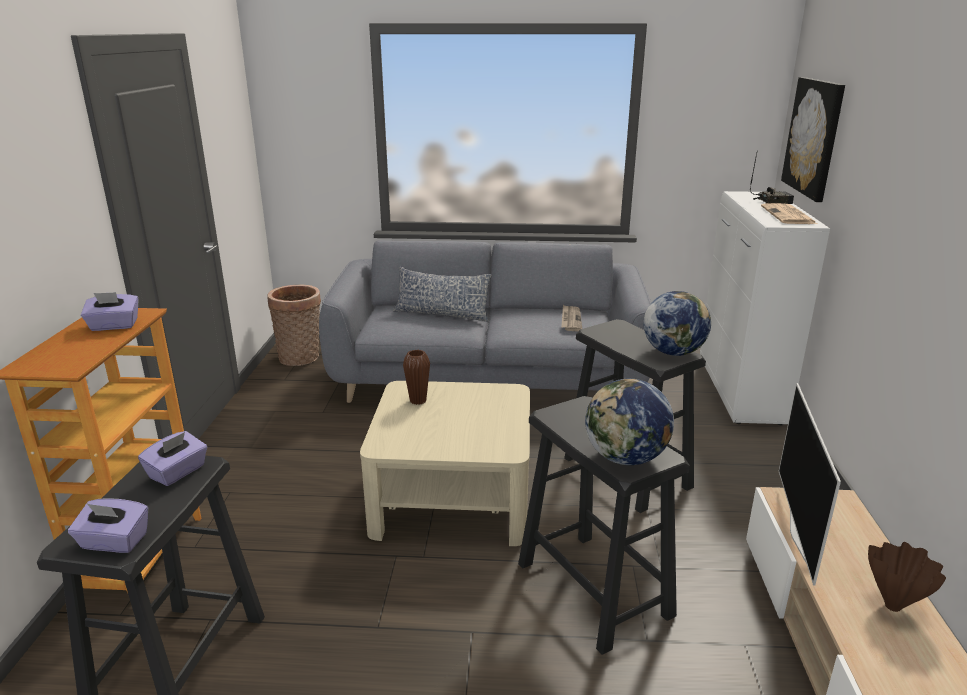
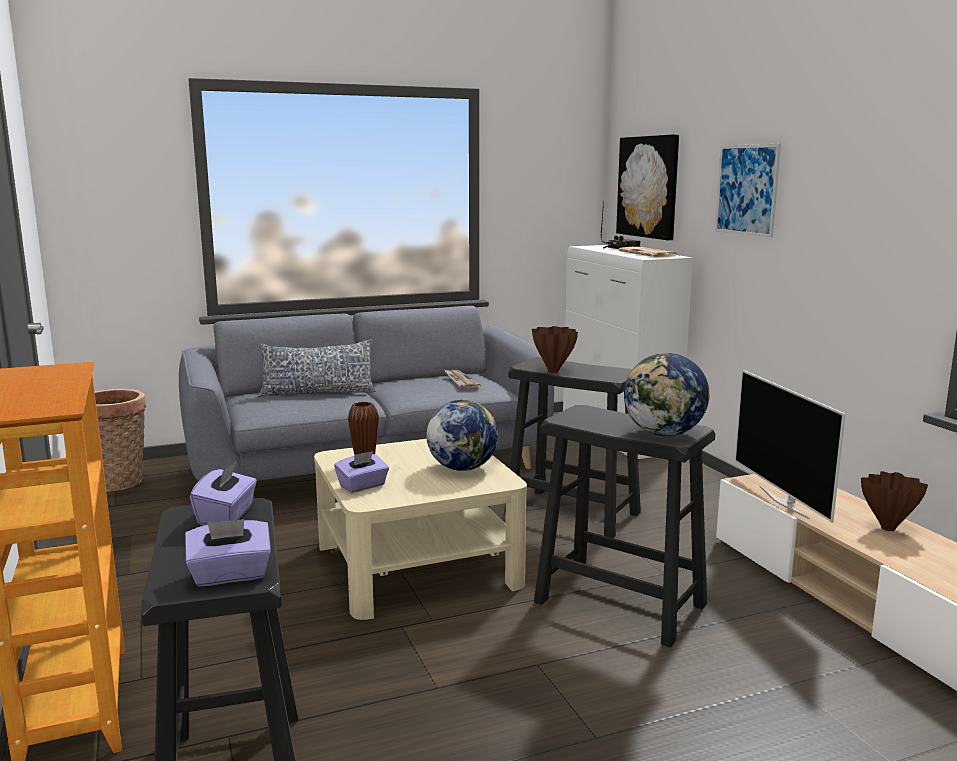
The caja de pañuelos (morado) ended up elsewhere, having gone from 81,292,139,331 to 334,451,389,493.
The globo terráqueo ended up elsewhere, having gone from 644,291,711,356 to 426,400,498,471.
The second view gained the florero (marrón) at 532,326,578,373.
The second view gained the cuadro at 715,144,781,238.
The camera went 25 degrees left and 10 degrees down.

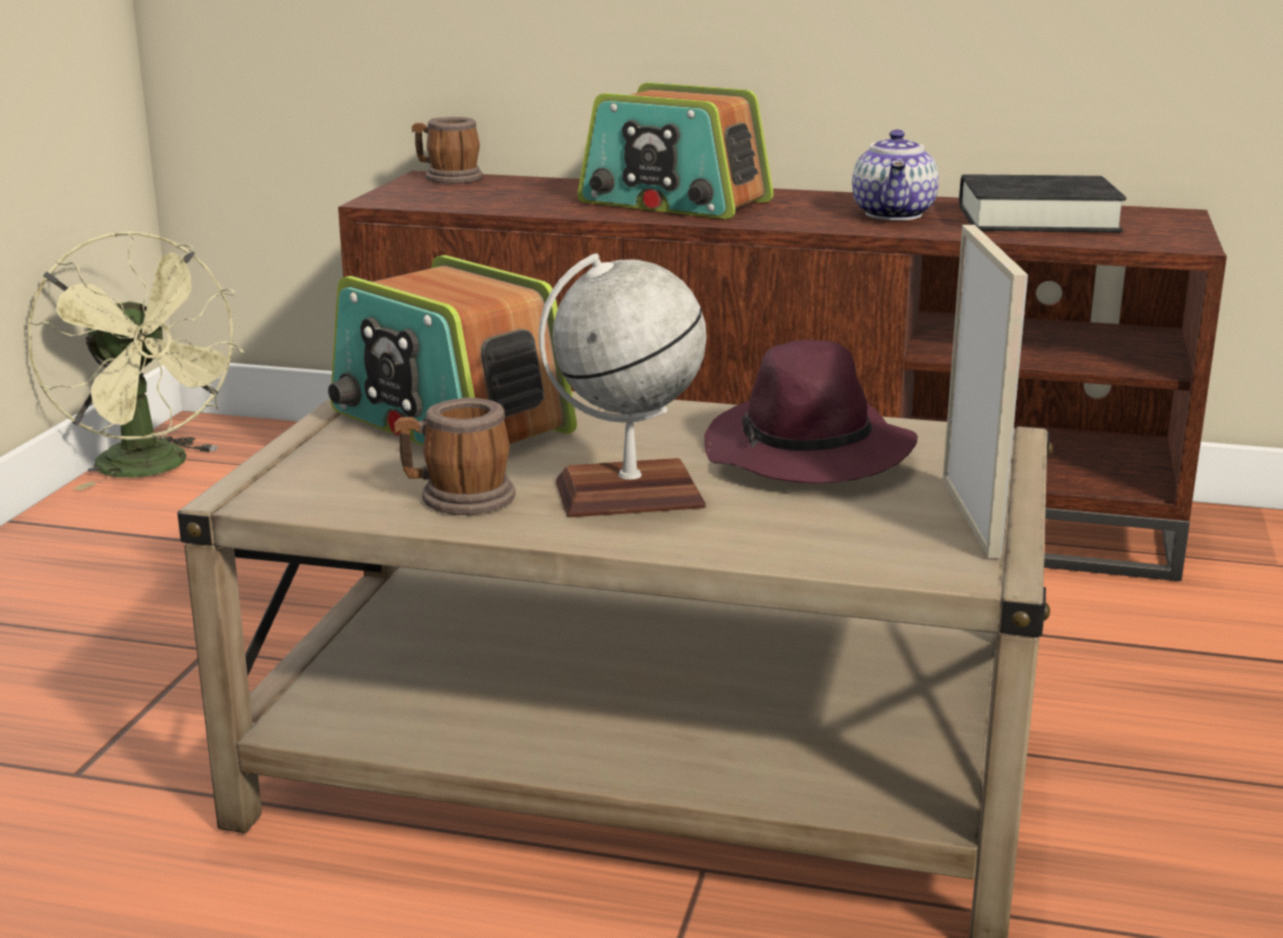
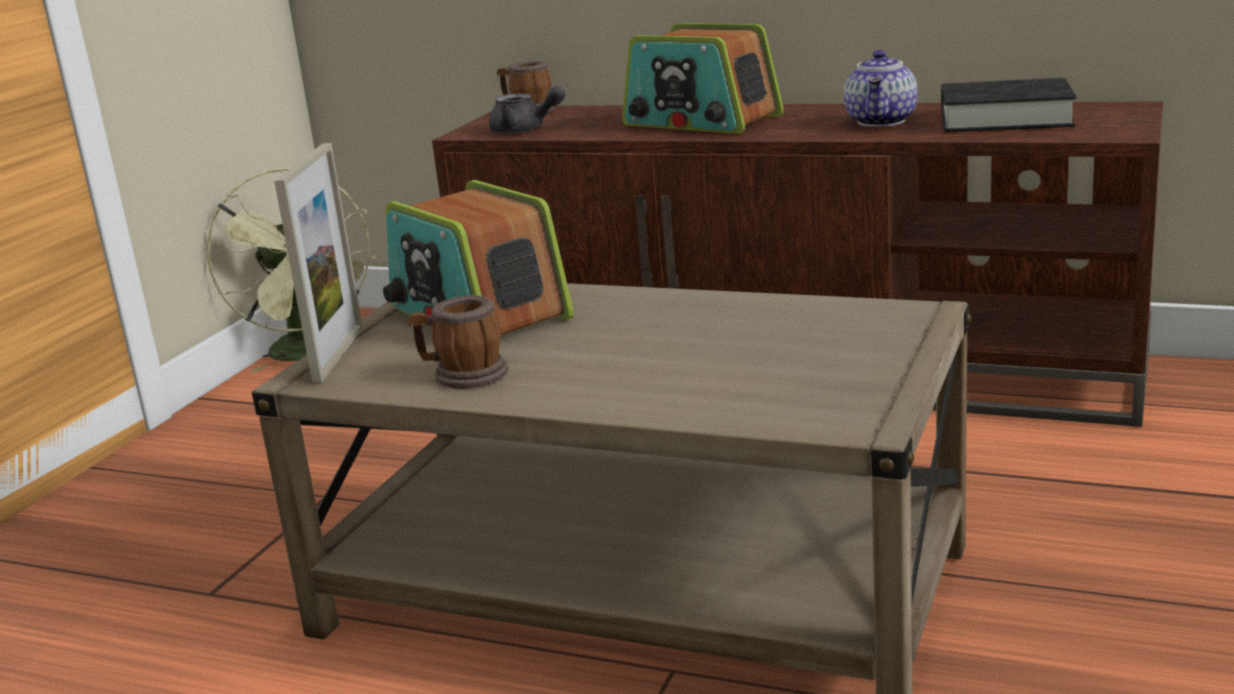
The portarretratos ended up elsewhere, having gone from 943,225,1028,558 to 274,143,363,383.
The second view gained the tetera (gris) at 489,86,565,134.
The second view lost the globo terráqueo at 539,253,707,517.
The second view lost the sombrero (morado) at 704,340,918,484.
The camera went 10 degrees right and 0 degrees up.

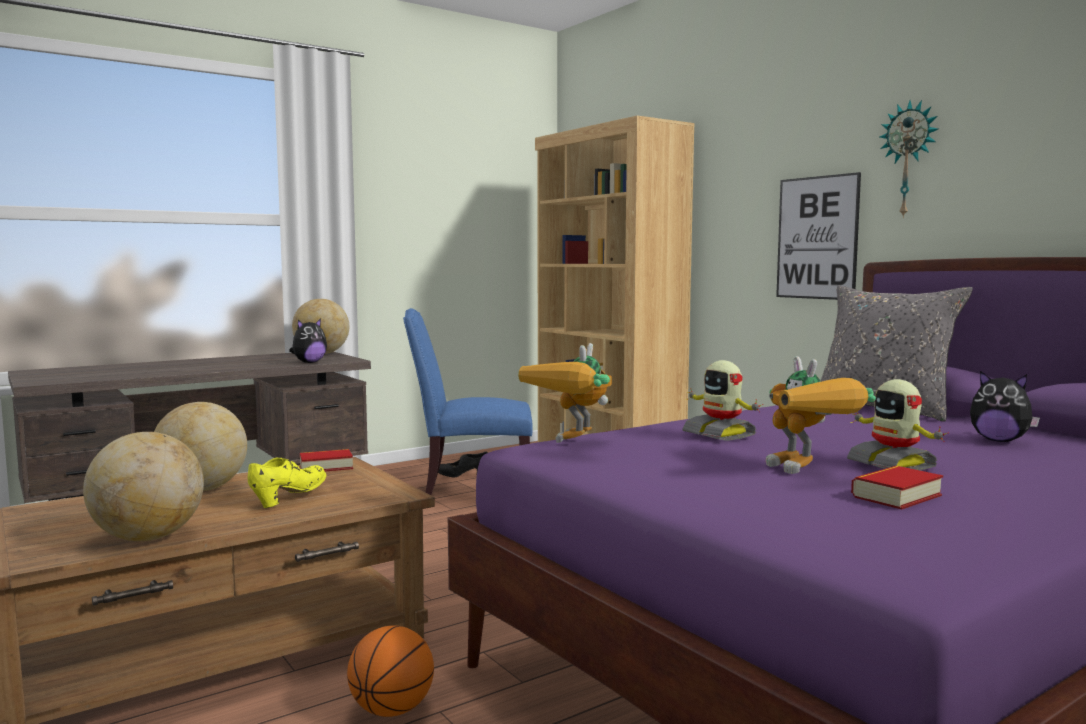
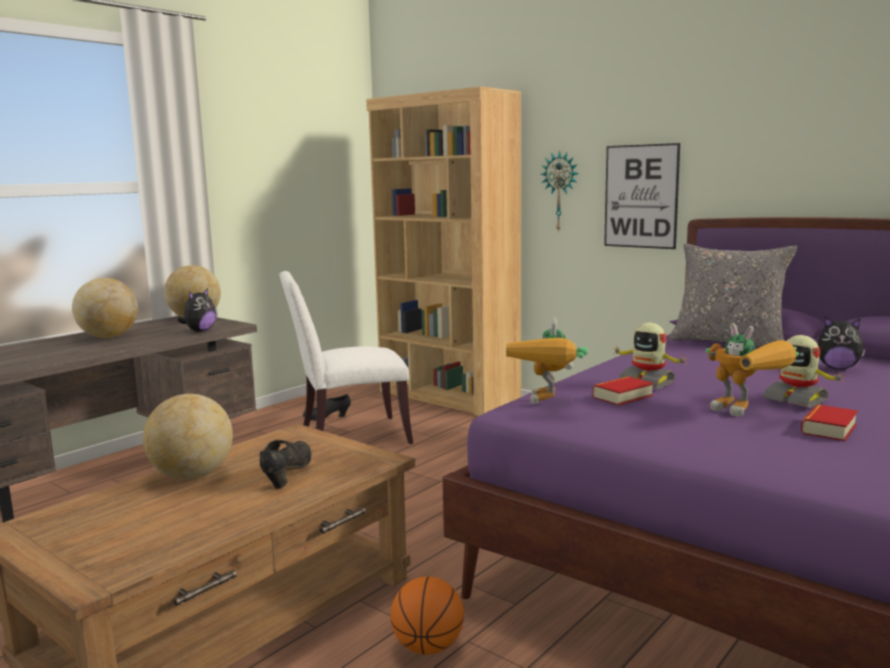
The globo terráqueo ended up elsewhere, having gone from 83,432,204,541 to 72,278,138,338.
What was the zapato (amarillo) at 247,457,326,508 turned into the zapato (negro) at 260,440,311,489.
What was the silla (azul) at 403,308,533,495 turned into the silla (blanco) at 279,271,413,444.
The reloj de pared ended up elsewhere, having gone from 879,100,938,218 to 541,150,579,233.
The libro ended up elsewhere, having gone from 300,449,353,471 to 592,376,654,406.
The camera went 15 degrees left and 5 degrees up.

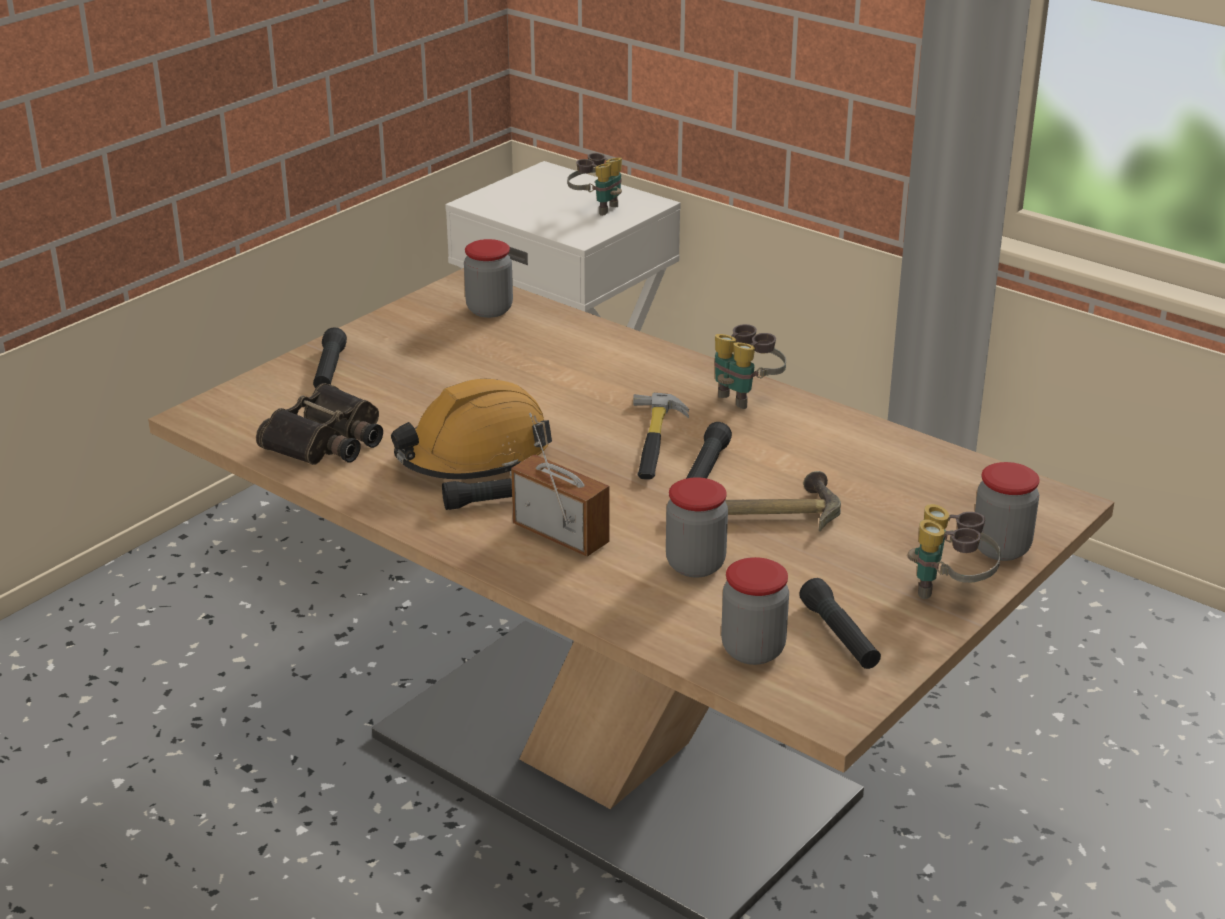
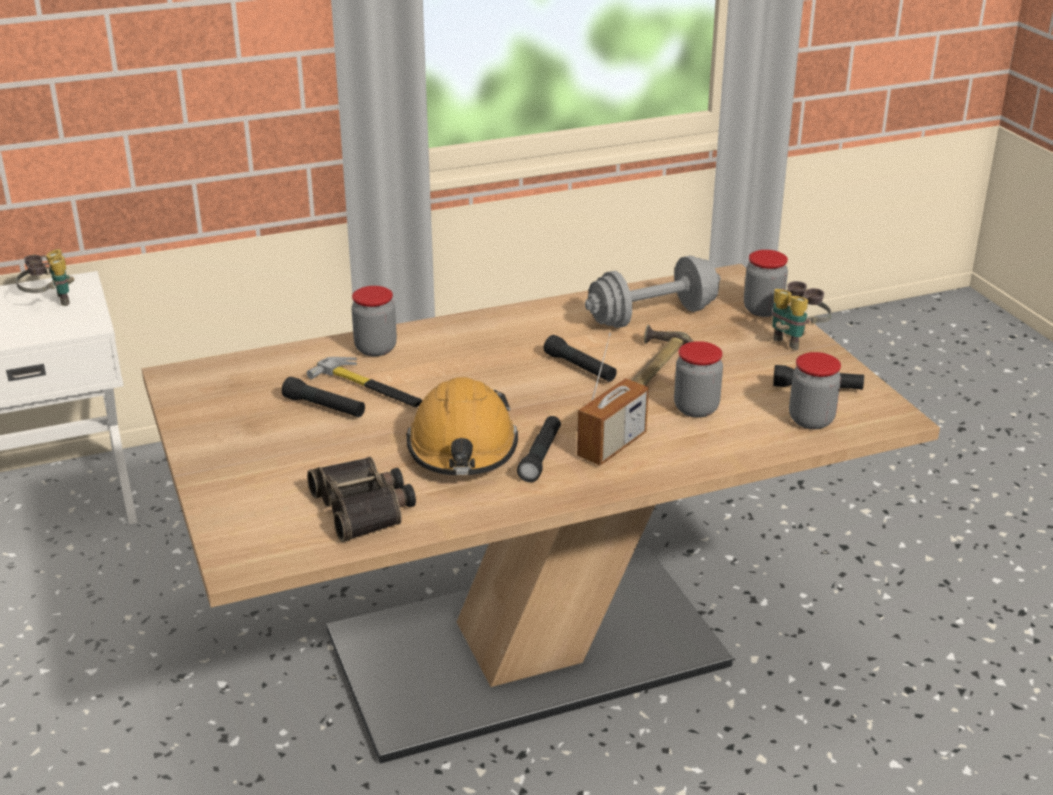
The linterna (negro) ended up elsewhere, having gone from 313,327,347,388 to 282,377,365,417.
The martillo ended up elsewhere, having gone from 633,393,689,480 to 306,357,422,407.
The tarro ended up elsewhere, having gone from 464,239,513,318 to 351,286,397,356.
The radio at 511,413,610,557 ended up facing another way, 150 degrees clockwise from before.
The second view gained the mancuerna (gris) at 585,255,721,328.
The second view lost the prismáticos at 715,324,786,409.
The camera went 60 degrees left and 0 degrees up.

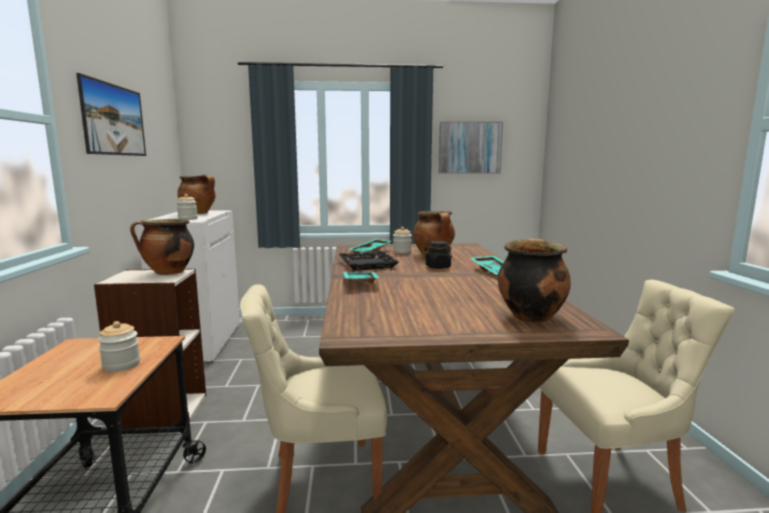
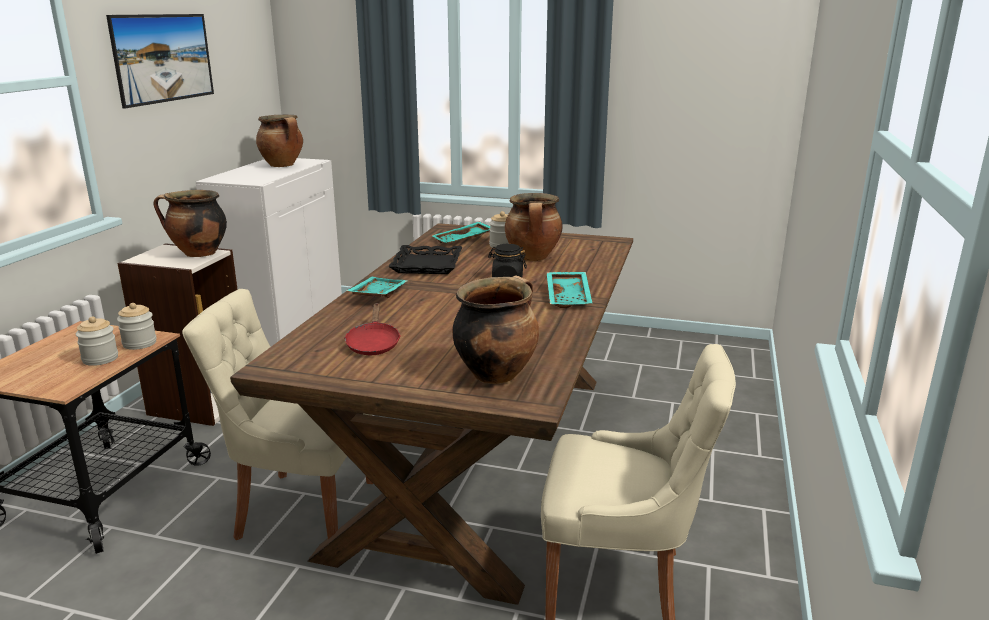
The tarro ended up elsewhere, having gone from 176,194,198,220 to 117,303,157,350.
The second view gained the sartén (rojo) at 344,303,401,355.
The second view lost the cuadro at 439,121,503,174.
The camera went 20 degrees right and 10 degrees up.

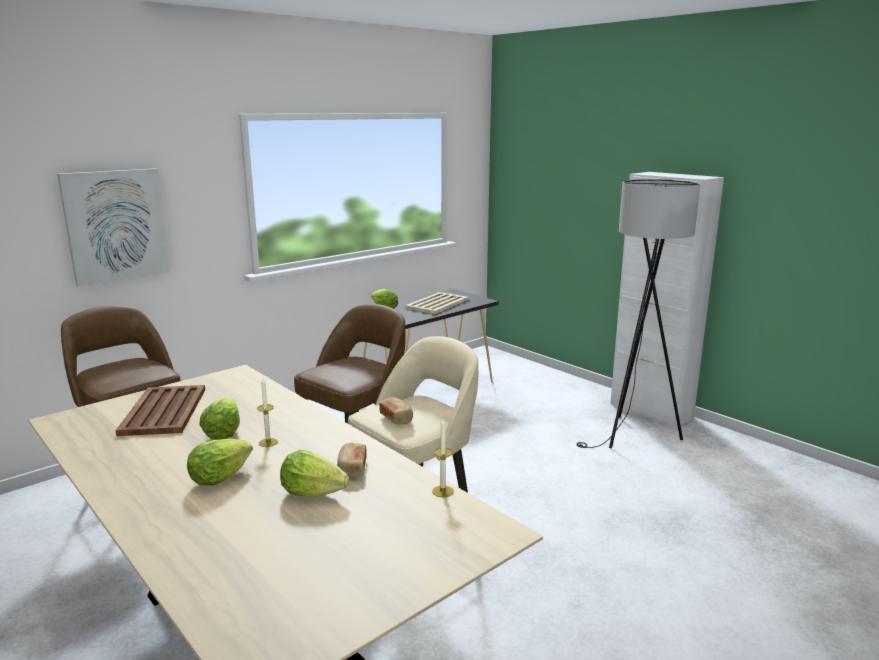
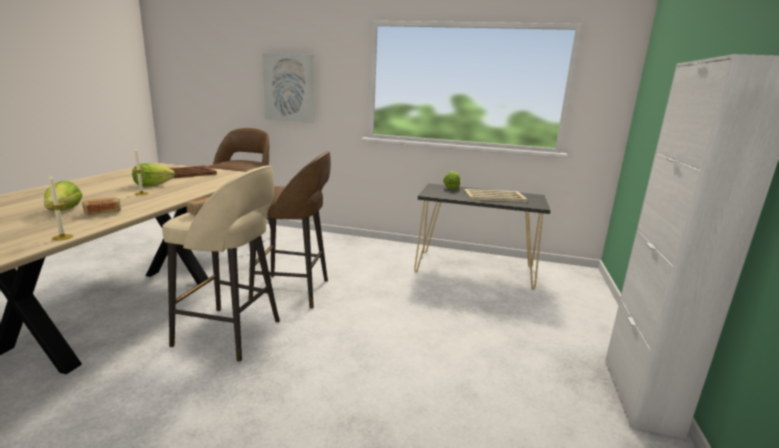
The second view lost the lechuga at 187,439,253,486.
The second view lost the lámpara de pie (gris) at 577,179,700,448.
The camera went 55 degrees right and 0 degrees up.

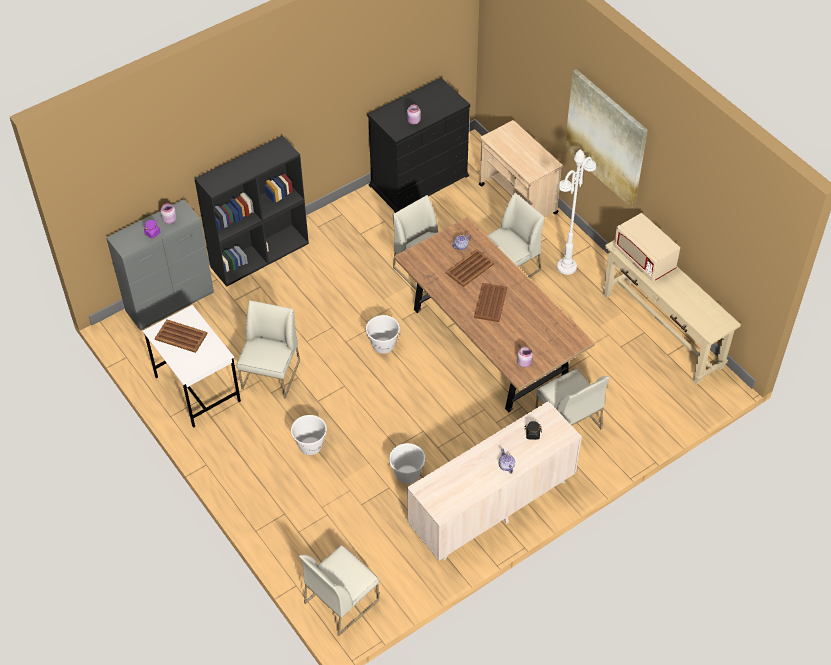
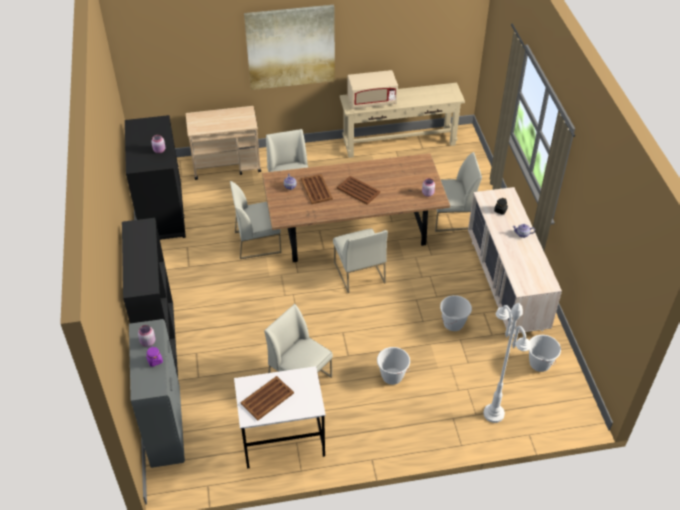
The silla (blanco) ended up elsewhere, having gone from 299,545,379,636 to 333,228,388,293.
The lámpara de pie (blanco) ended up elsewhere, having gone from 557,149,596,275 to 484,303,531,423.
The cubo (blanco) ended up elsewhere, having gone from 366,315,400,354 to 529,335,561,372.
The camera went 65 degrees left and 5 degrees down.

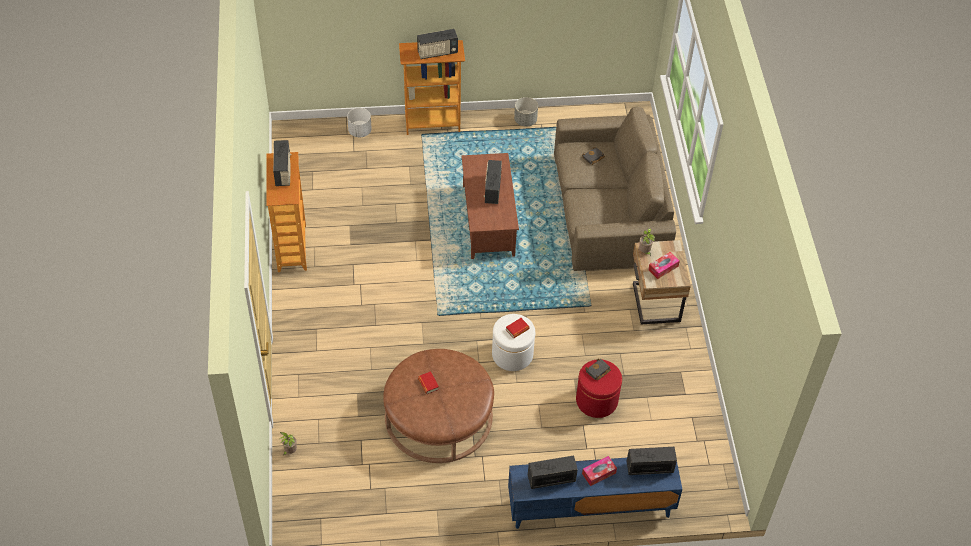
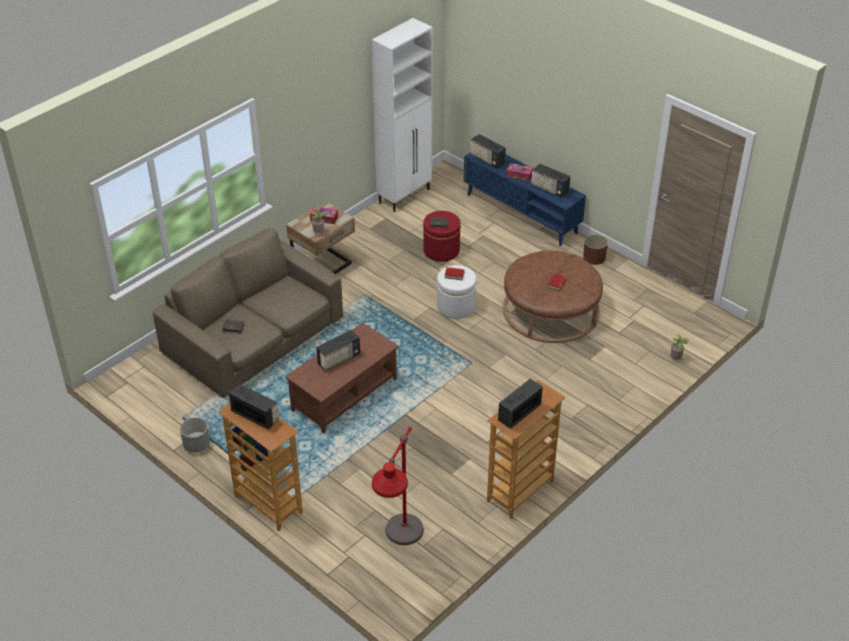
The second view gained the armario (blanco) at 372,18,433,212.
The second view gained the lámpara de pie (rojo) at 372,427,424,545.
The second view gained the maceta (marrón) at 583,234,608,265.
The second view lost the maceta (blanco) at 347,108,372,137.
The camera went 130 degrees left and 10 degrees down.

